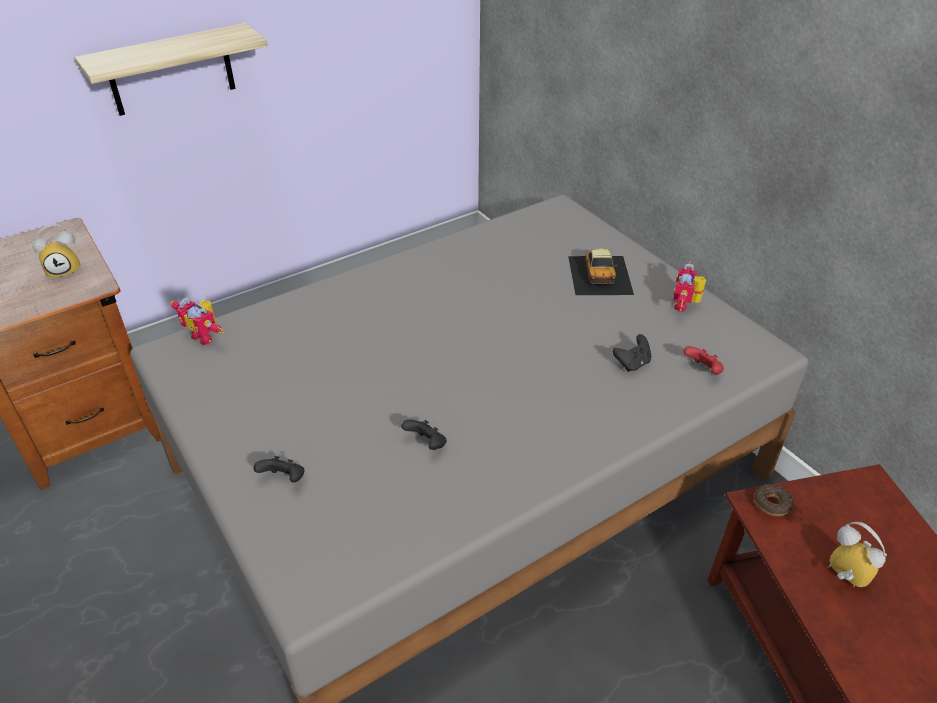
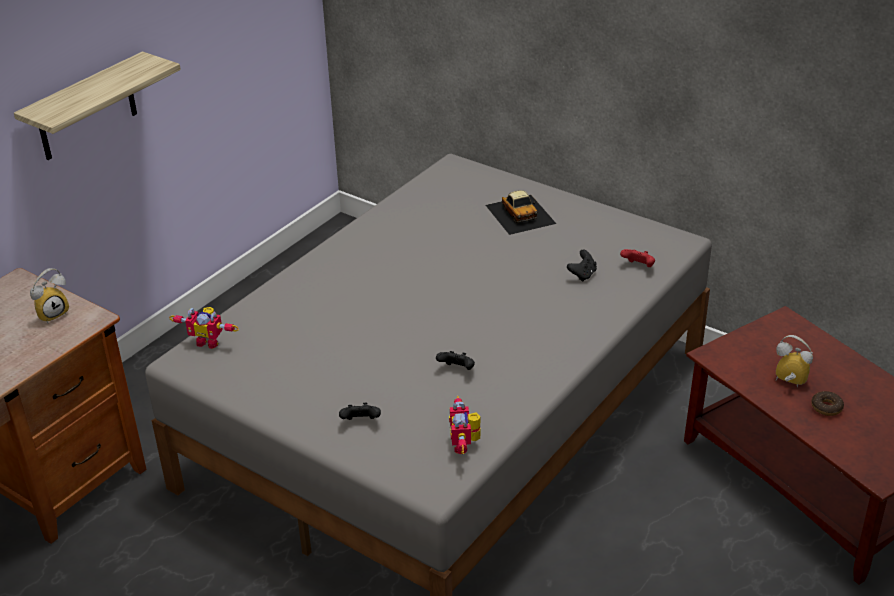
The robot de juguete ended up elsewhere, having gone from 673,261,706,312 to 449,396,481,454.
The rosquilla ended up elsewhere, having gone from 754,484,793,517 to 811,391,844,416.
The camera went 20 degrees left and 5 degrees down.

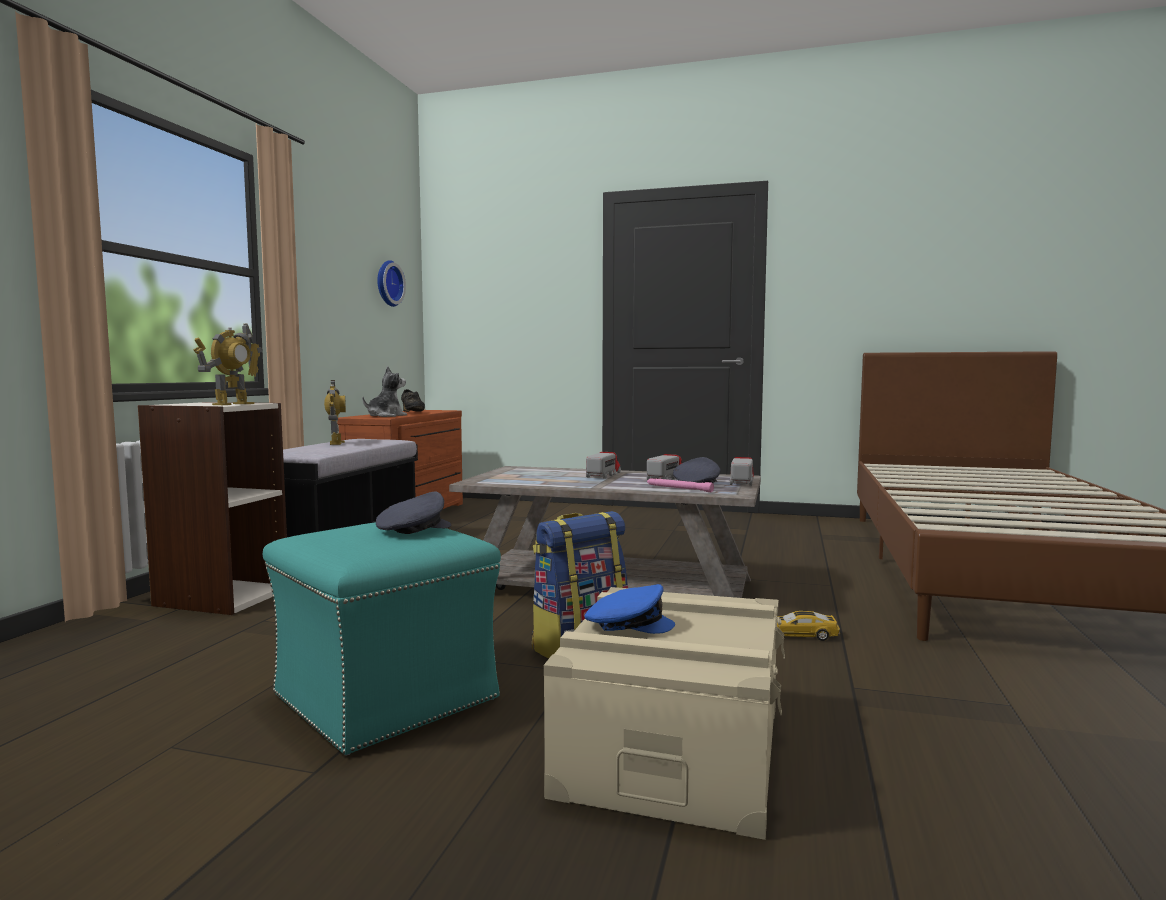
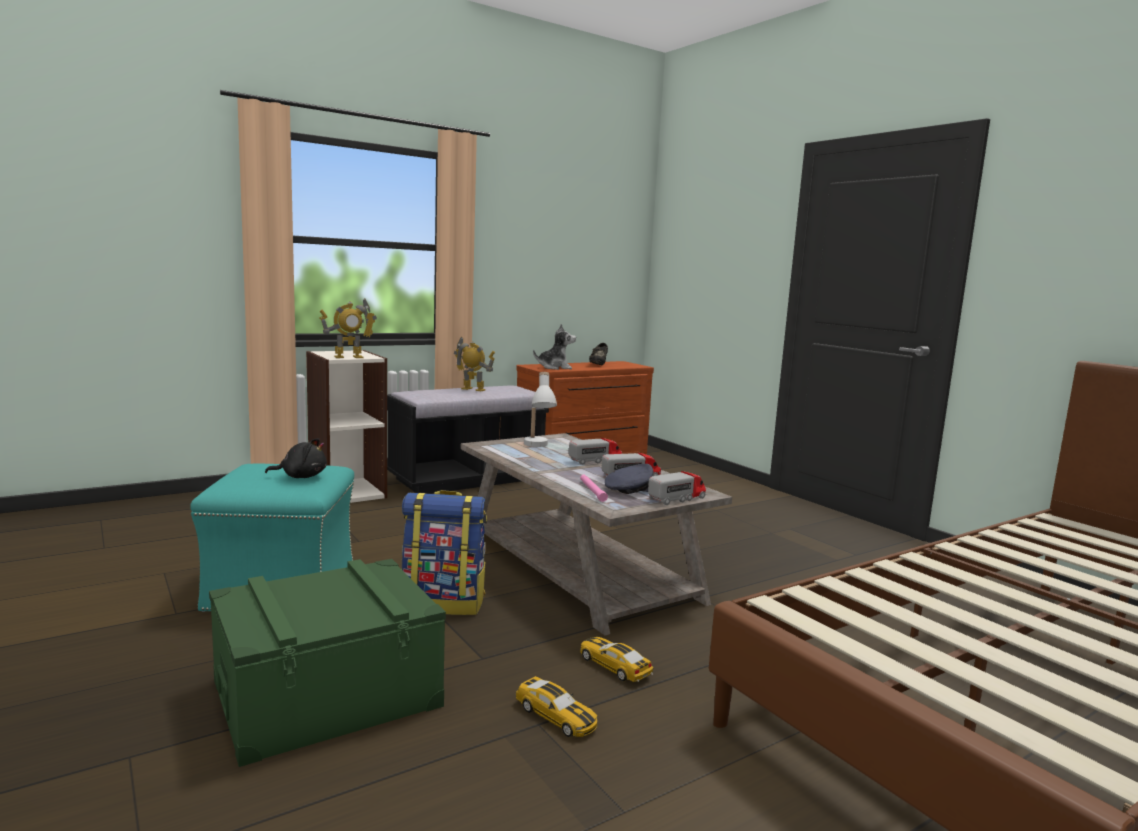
What was the caja de almacenaje (beis) at 544,587,785,840 turned into the caja de almacenaje (verde) at 209,559,446,767.
Where the gorra (gris) stood at 376,492,451,534, the peluche (negro) came to stand at 265,438,327,478.
The robot de juguete at 324,380,346,445 ended up facing another way, 90 degrees counterclockwise from before.
The second view gained the coche de juguete at 516,676,597,737.
The second view gained the lámpara de mesa (blanco) at 524,372,557,447.
The second view lost the reloj de pared at 377,260,406,307.
The second view lost the gorra (azul) at 584,584,675,634.
The camera went 40 degrees right and 5 degrees up.

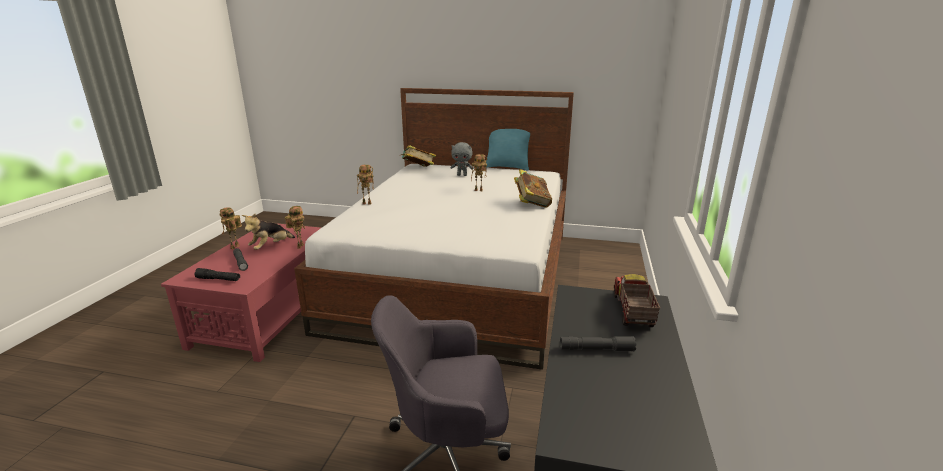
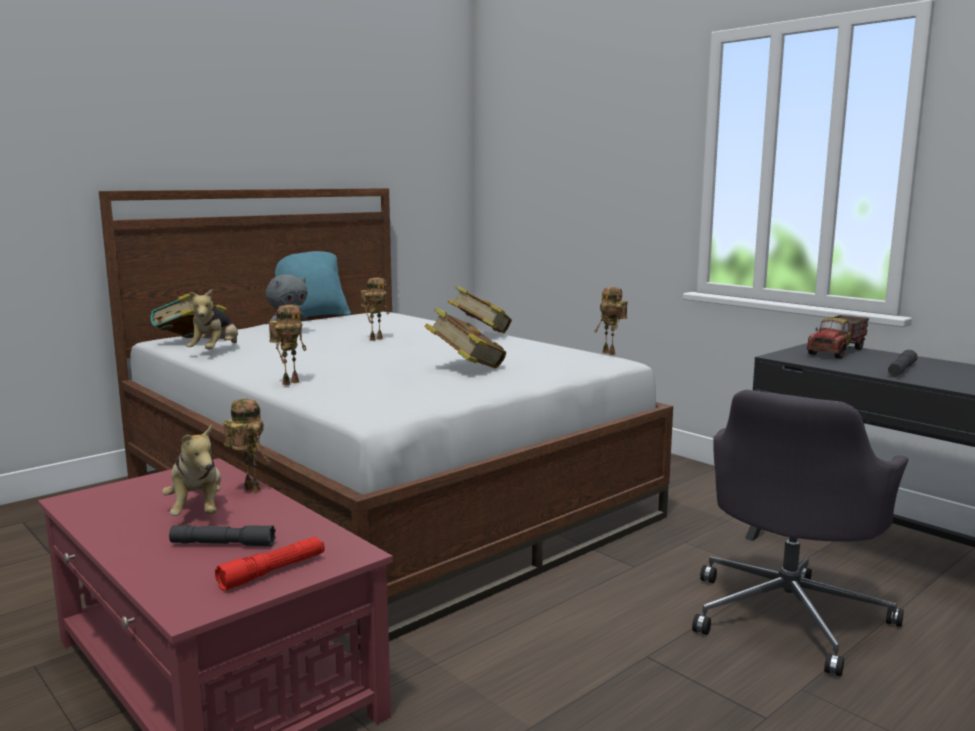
The second view gained the peluche at 187,289,238,349.
What was the linterna (negro) at 194,268,240,281 turned into the linterna (rojo) at 215,537,325,591.
The second view gained the libro at 424,308,506,368.
The robot de juguete ended up elsewhere, having gone from 220,207,242,249 to 594,287,628,355.
The camión de juguete at 614,274,660,327 ended up facing another way, 90 degrees counterclockwise from before.
The camera went 55 degrees left and 10 degrees down.

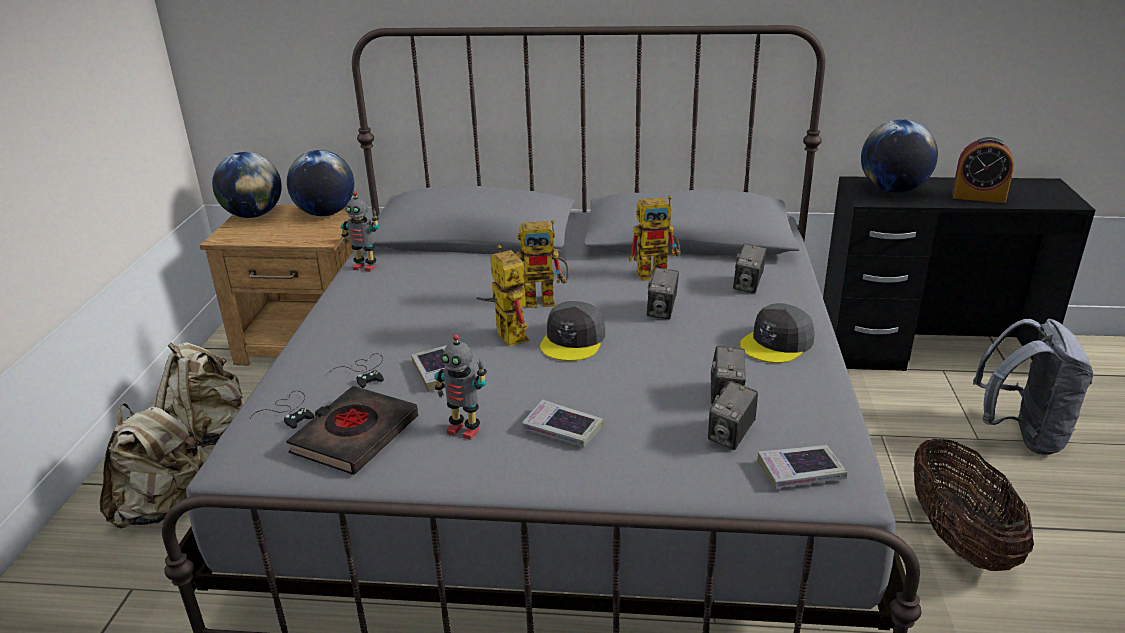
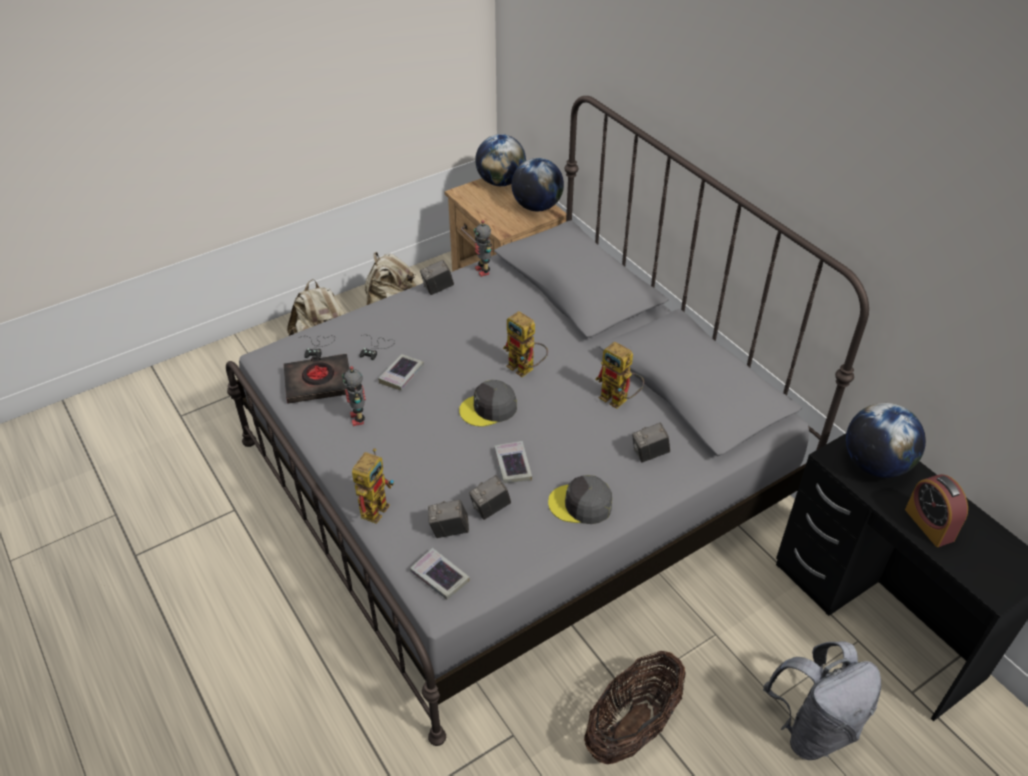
The robot de juguete ended up elsewhere, having gone from 476,245,529,347 to 352,448,394,524.
The cámara ended up elsewhere, having gone from 647,267,679,319 to 420,260,454,295.
The libro ended up elsewhere, having gone from 522,400,603,447 to 494,441,532,483.
The camera went 50 degrees right and 15 degrees up.

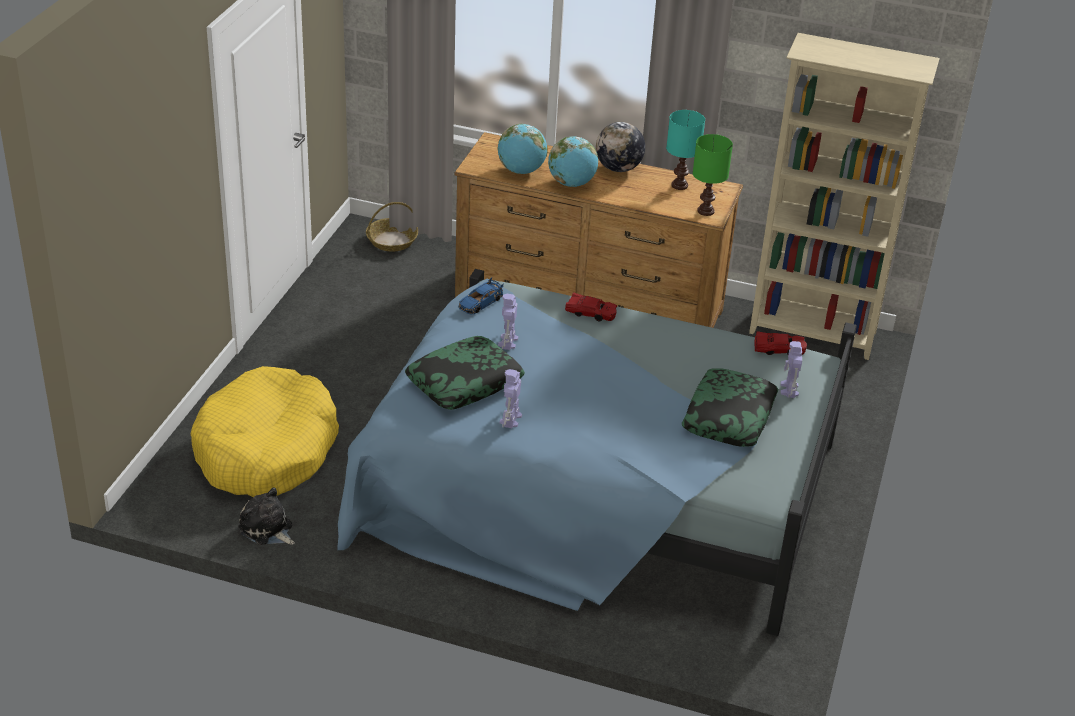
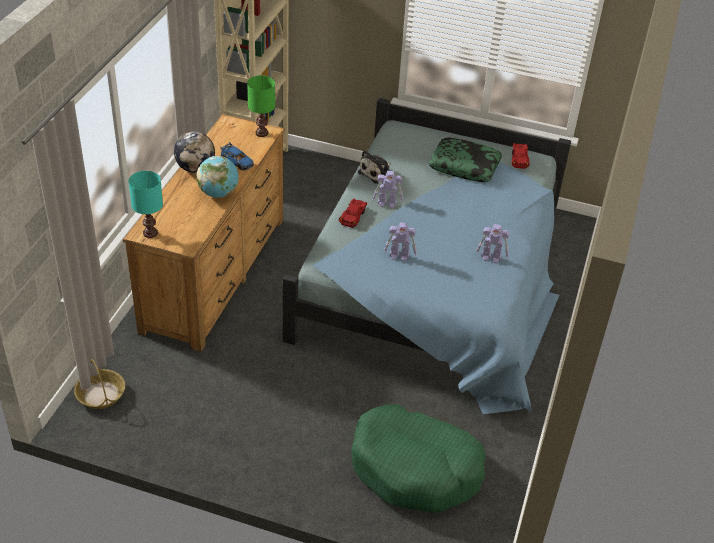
The lámpara de mesa (turquesa) ended up elsewhere, having gone from 666,110,705,190 to 128,171,163,238.
The coche de juguete (azul) ended up elsewhere, having gone from 458,278,504,314 to 221,142,254,170.
What was the cama para perro (amarillo) at 191,366,339,497 turned into the cama para perro (verde) at 351,404,486,513.
The peluche ended up elsewhere, having gone from 239,487,295,545 to 358,150,391,184.
The robot de juguete ended up elsewhere, having gone from 780,341,802,398 to 373,171,403,208.
The coche de juguete (rojo) ended up elsewhere, having gone from 754,331,807,355 to 511,143,530,169.
The second view lost the cojín at 405,336,525,410.
The second view lost the globo terráqueo at 498,124,548,174.
The camera went 90 degrees left and 5 degrees up.

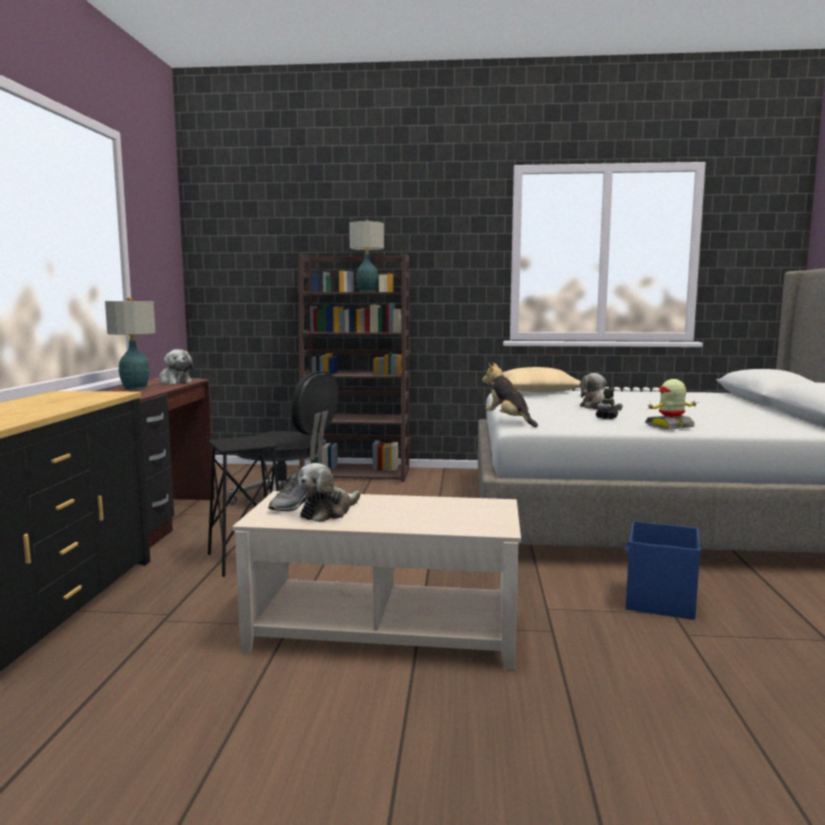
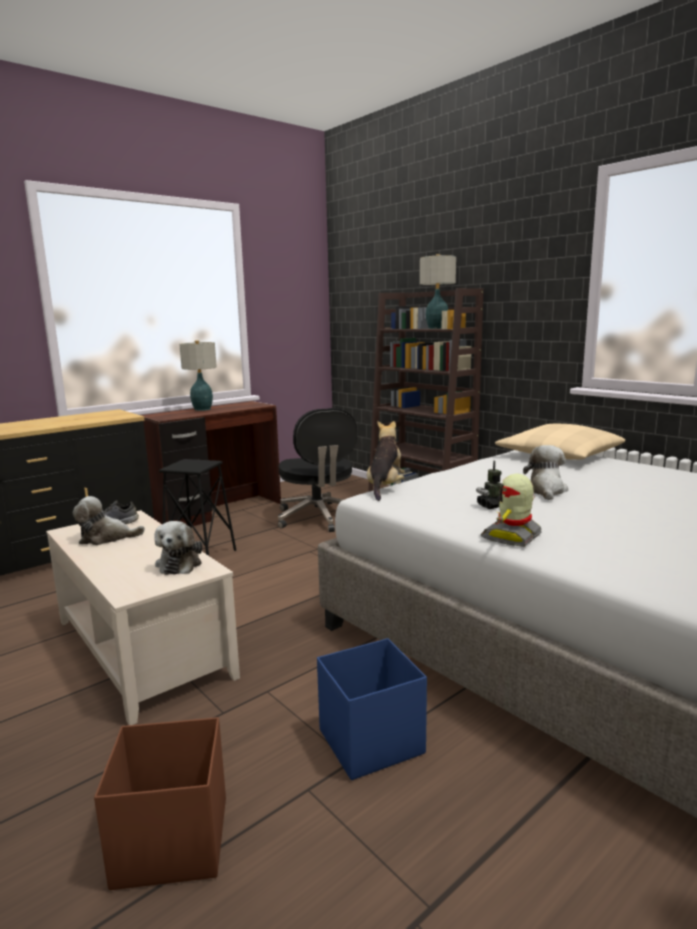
The second view gained the caja de almacenaje (marrón) at 94,717,226,890.
The peluche ended up elsewhere, having gone from 160,349,194,384 to 154,521,203,575.
The robot de juguete at 645,379,699,429 ended up facing another way, 75 degrees counterclockwise from before.
The camera went 45 degrees right and 5 degrees up.

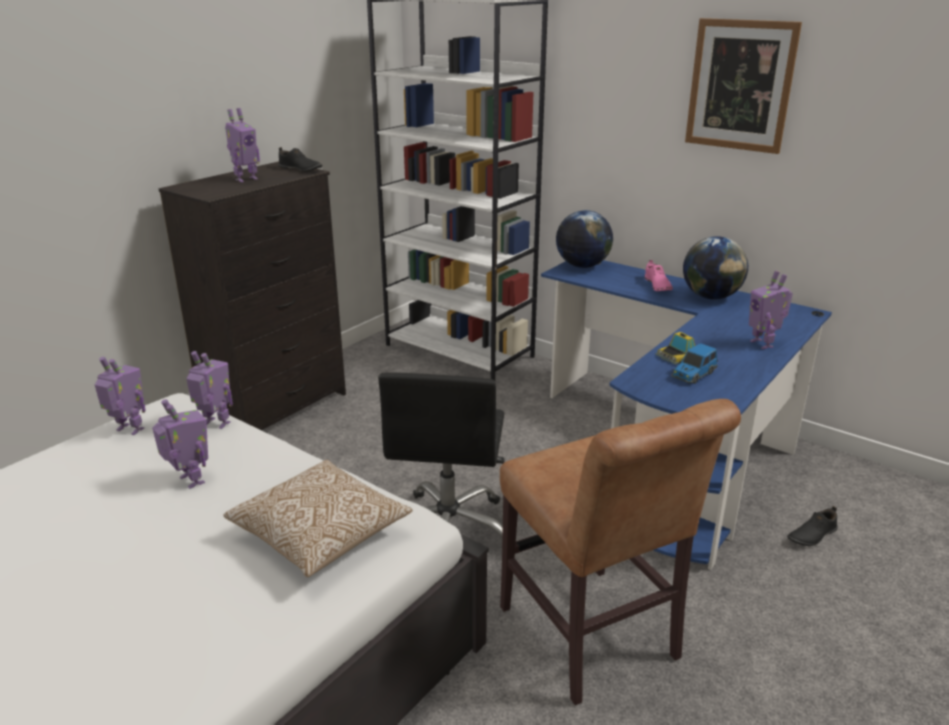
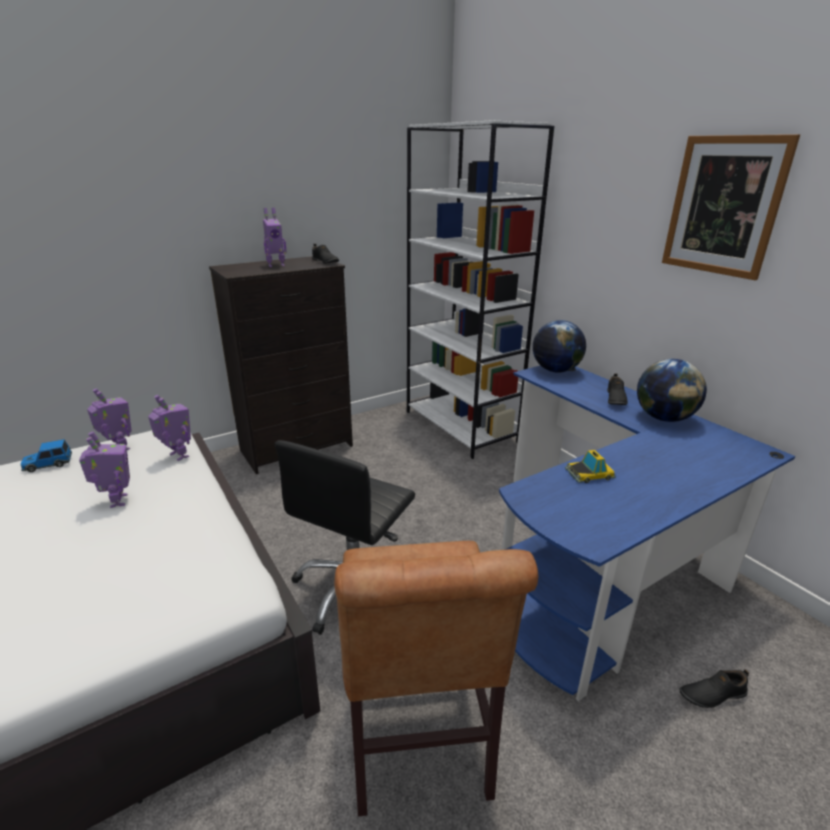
The coche de juguete ended up elsewhere, having gone from 671,343,718,384 to 20,439,72,472.
What was the zapato (rosa) at 645,260,673,291 turned into the zapato (negro) at 607,373,628,405.
The second view lost the cojín at 224,460,413,577.
The second view lost the robot de juguete at 749,270,793,349.
The camera went 20 degrees right and 0 degrees up.

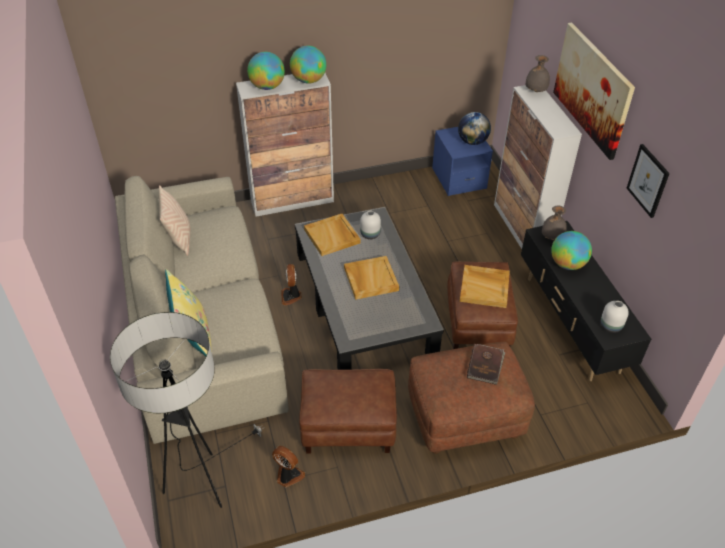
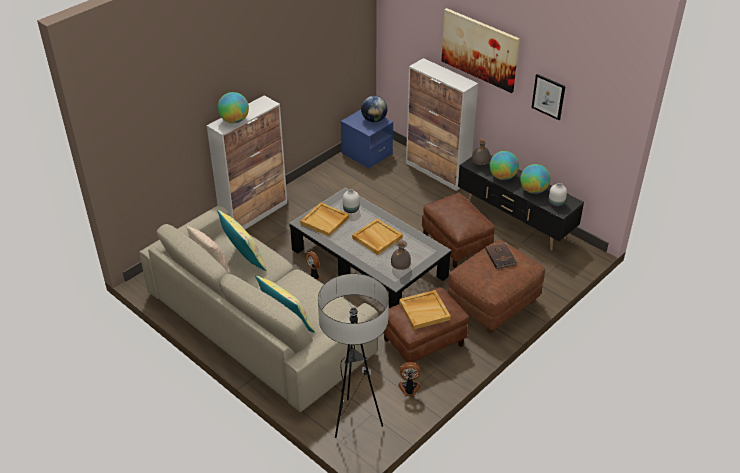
The second view gained the cojín (amarillo) at 217,210,267,271.
The florero (gris) ended up elsewhere, having gone from 526,55,550,92 to 391,240,411,270.
The bandeja (beis) ended up elsewhere, having gone from 460,265,510,308 to 399,290,451,330.
The globo terráqueo ended up elsewhere, having gone from 290,46,327,84 to 520,164,550,194.
The camera went 30 degrees left and 5 degrees down.

